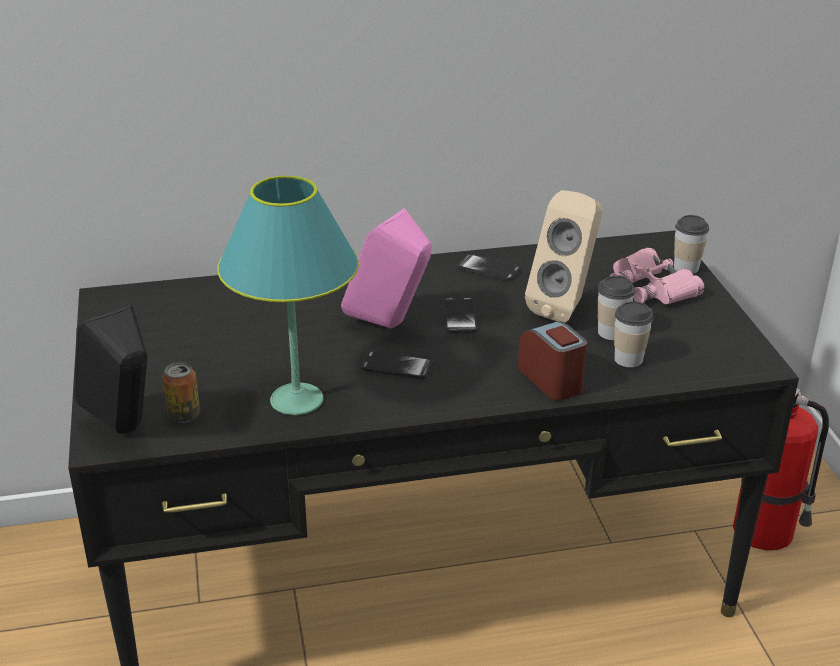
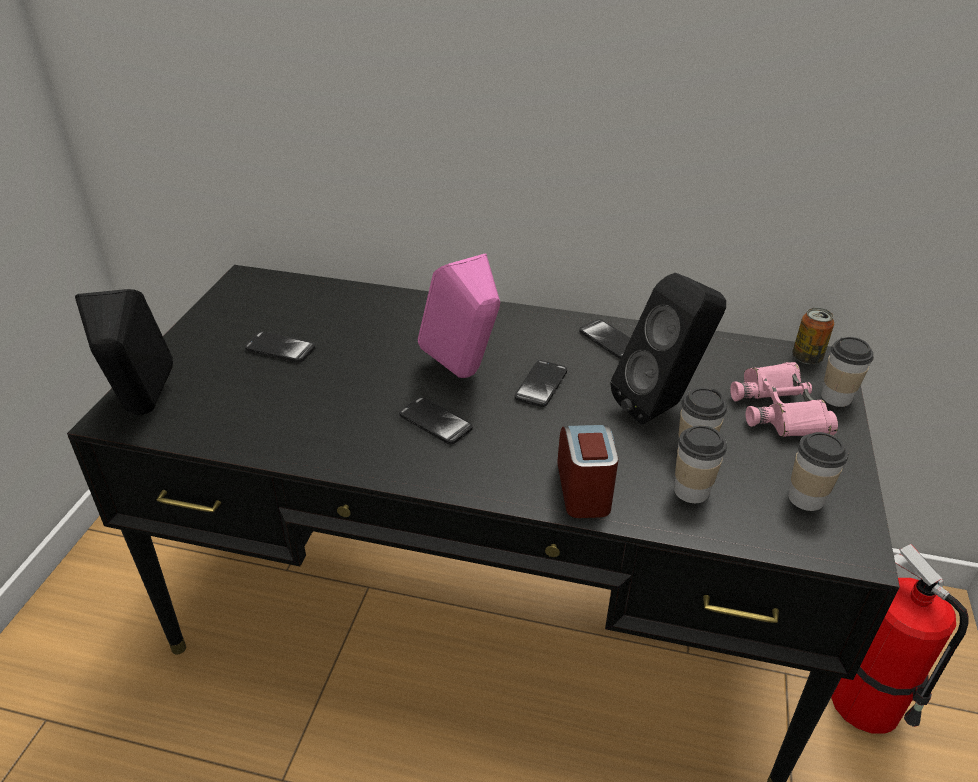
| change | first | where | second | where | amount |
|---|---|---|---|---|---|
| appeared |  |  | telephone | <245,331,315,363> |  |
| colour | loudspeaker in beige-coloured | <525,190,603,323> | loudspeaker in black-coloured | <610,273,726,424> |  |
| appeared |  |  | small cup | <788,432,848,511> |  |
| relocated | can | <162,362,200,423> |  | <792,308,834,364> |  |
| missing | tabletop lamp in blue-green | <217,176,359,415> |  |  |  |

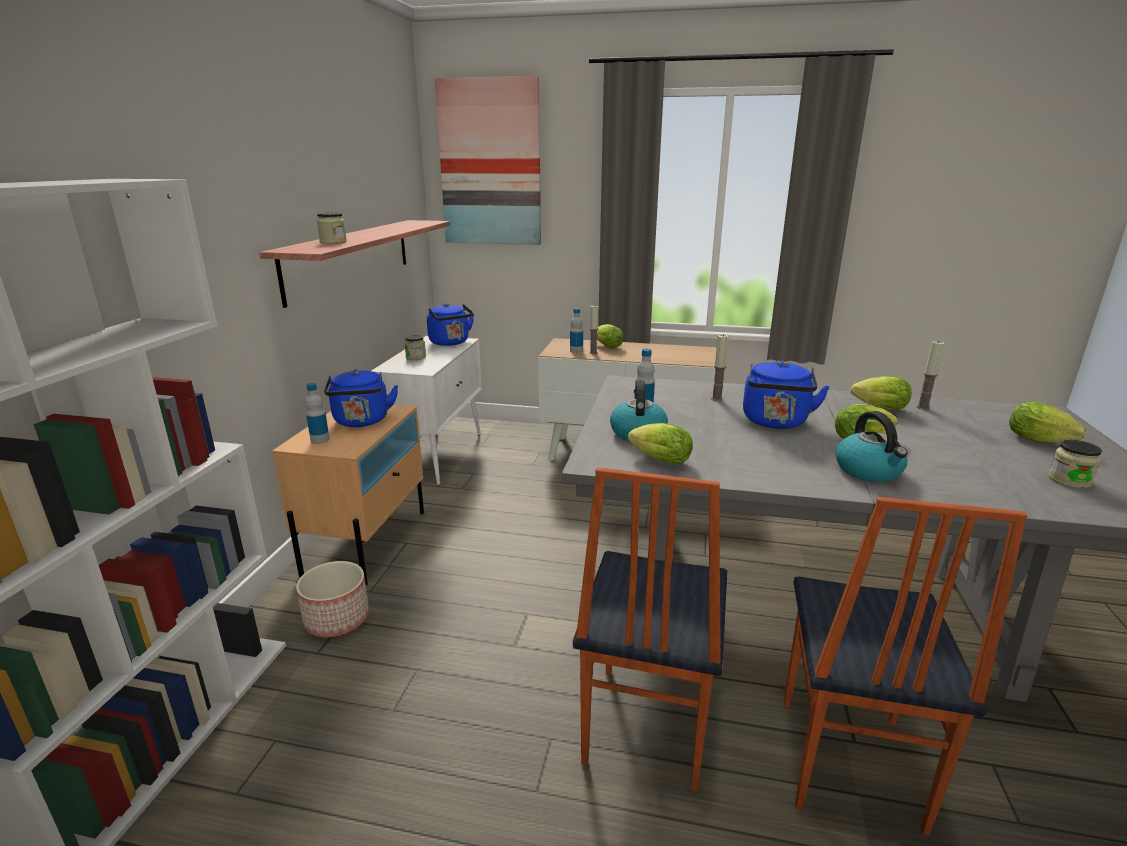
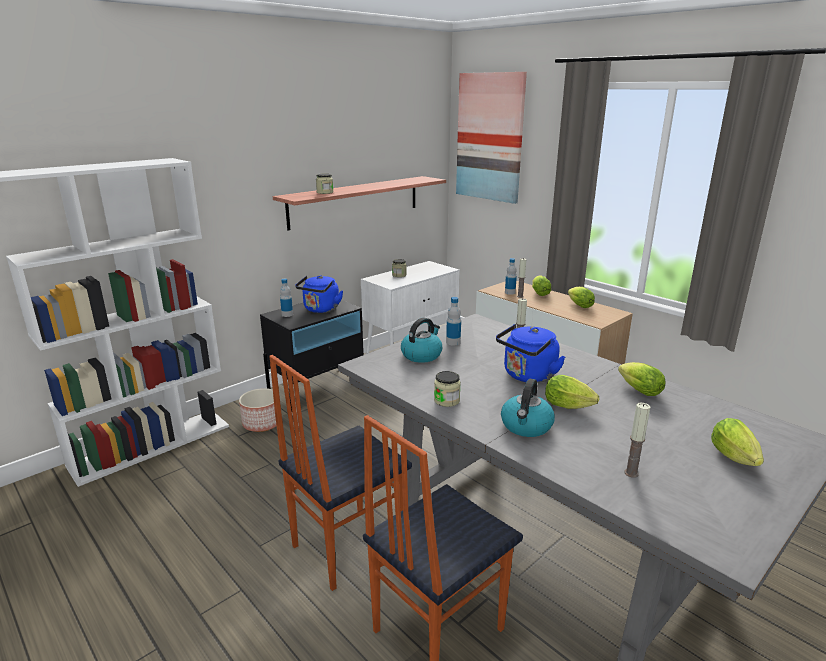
| change | first | where | second | where | amount |
|---|---|---|---|---|---|
| colour | nightstand in beige-coloured | <272,405,424,585> | nightstand in black-coloured | <260,300,364,410> |  |
| relocated | jar | <1048,440,1102,488> |  | <434,371,461,407> |  |
| relocated | head of lettuce | <628,423,693,465> |  | <568,287,595,308> |  |
| relocated | wax candle | <916,341,945,410> |  | <624,403,650,478> |  |
| missing | kettle in blue | <427,303,474,346> |  |  |  |

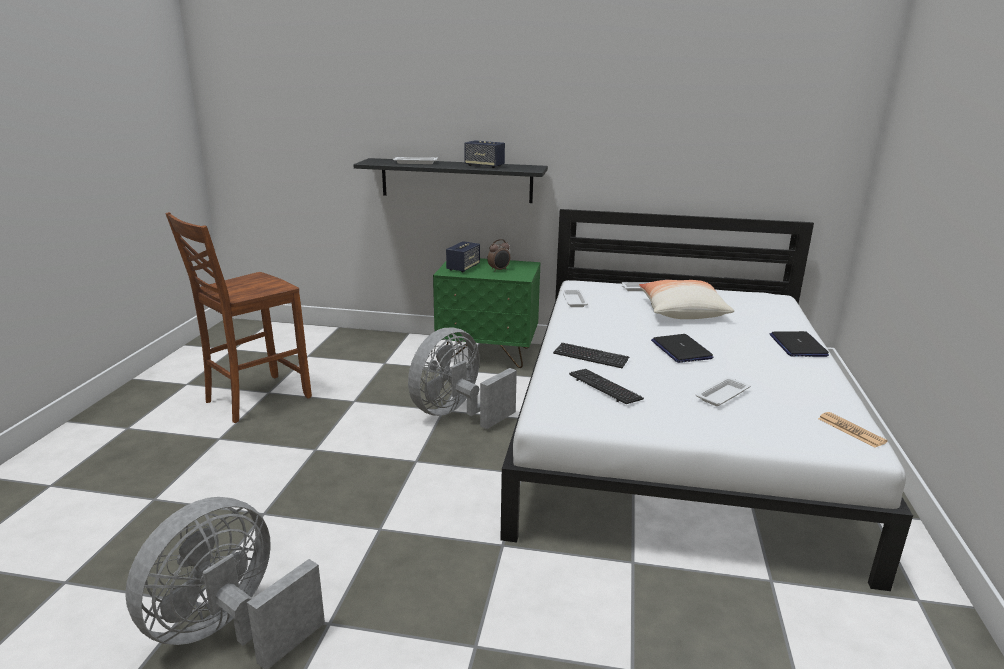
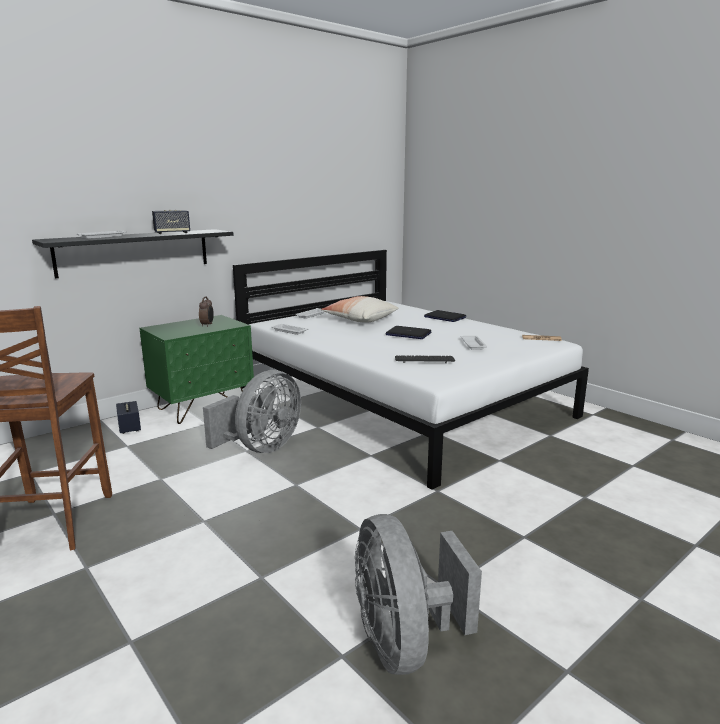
| change | first | where | second | where | amount |
|---|---|---|---|---|---|
| relocated | loudspeaker | <446,241,480,272> |  | <116,401,141,434> |  |
| spun | fan in greyish | <408,328,517,429> |  | <203,370,301,453> | 135 degrees counterclockwise |
| missing | computer keyboard | <553,343,629,368> |  |  |  |

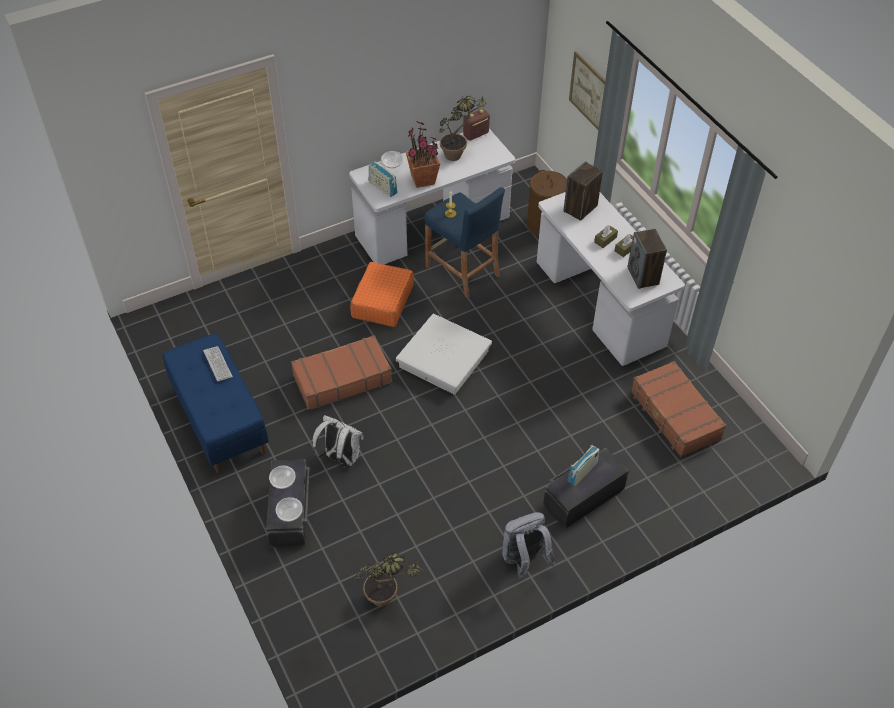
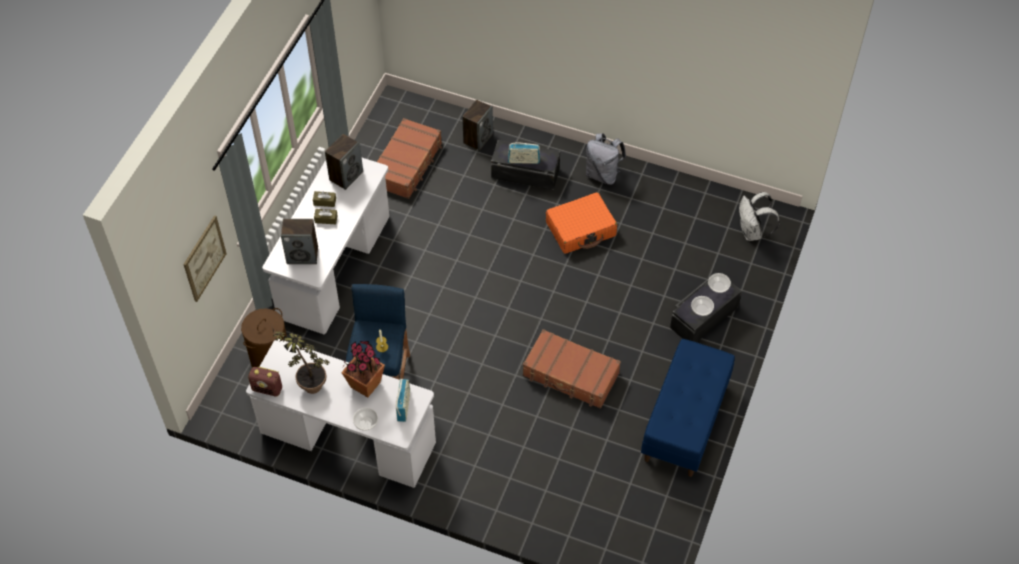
| change | first | where | second | where | amount |
|---|---|---|---|---|---|
| appeared |  |  | loudspeaker | <462,100,493,151> |  |
| relocated | suitcase in orange | <350,262,414,327> |  | <546,192,617,254> |  |
| relocated | rucksack in white | <313,415,364,468> |  | <739,192,780,241> |  |
| missing | computer keyboard | <203,346,233,382> |  |  |  |
| missing | houseplant | <355,551,423,606> |  |  |  |
| missing | storage bin in white | <396,313,492,395> |  |  |  |

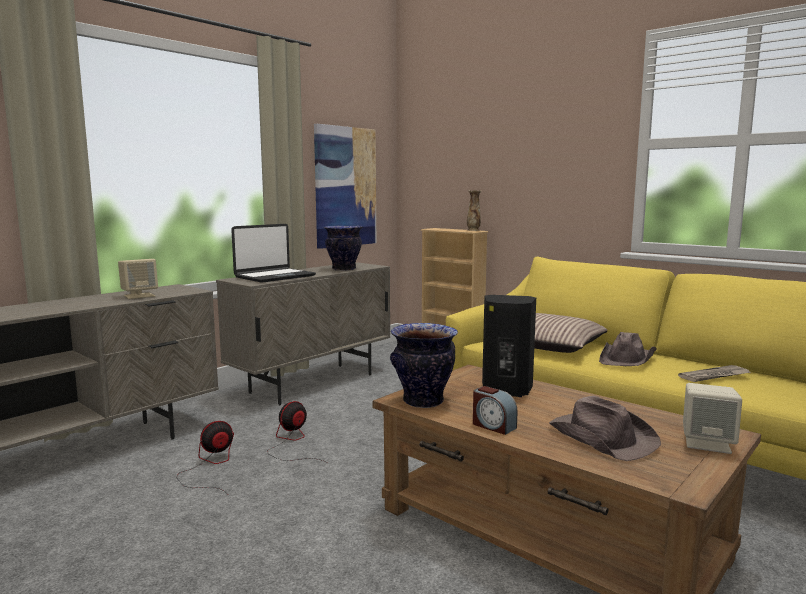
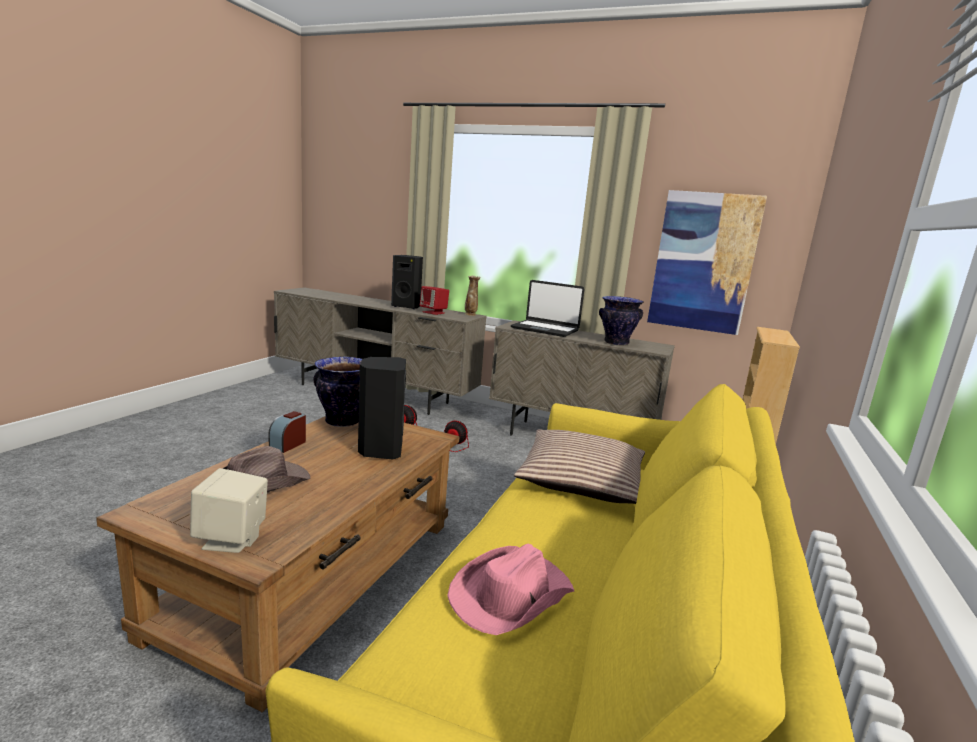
| change | first | where | second | where | amount |
|---|---|---|---|---|---|
| appeared |  |  | loudspeaker in black-coloured | <391,255,423,309> |  |
| colour | loudspeaker in beige-coloured | <118,259,158,299> | loudspeaker in red-coloured | <420,286,449,315> |  |
| exchanged | printed paper | <678,365,752,382> | clothing hat in pink | <447,544,574,635> |  |
| relocated | flower vase | <467,190,481,231> |  | <465,276,481,316> |  |
| missing | clothing hat in brown-coloured | <599,332,656,366> |  |  |  |

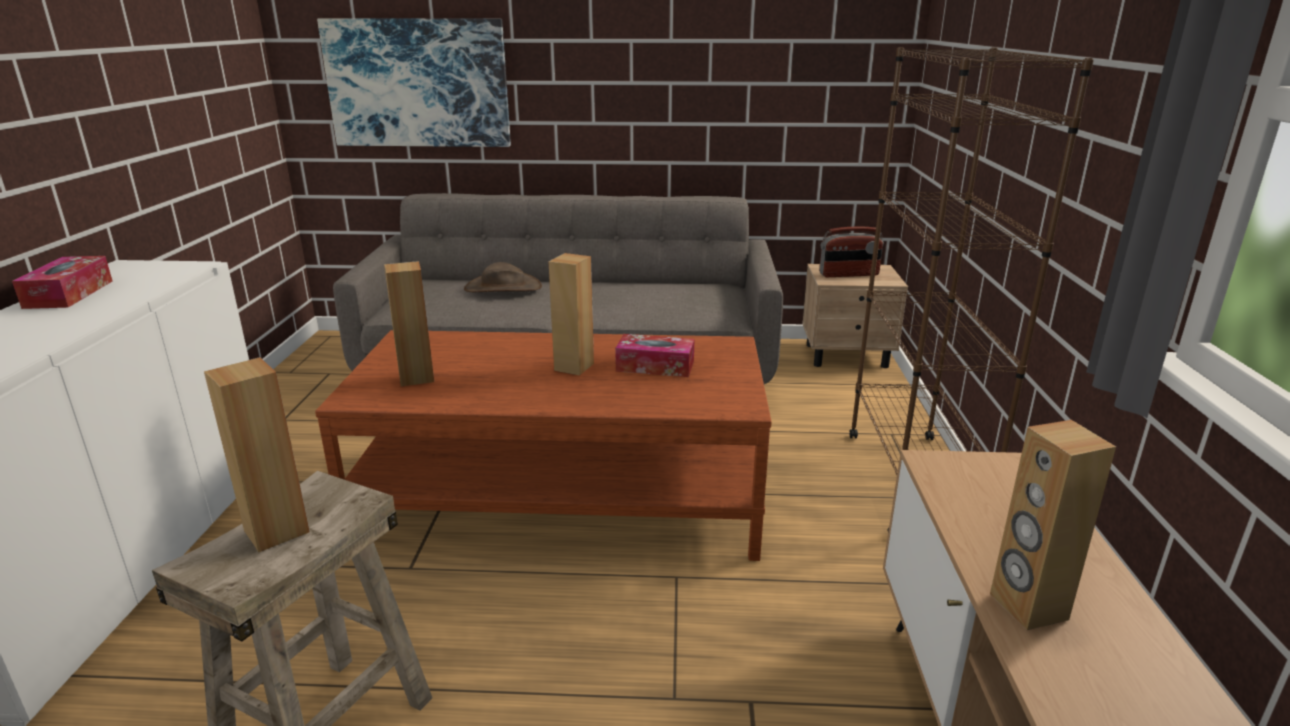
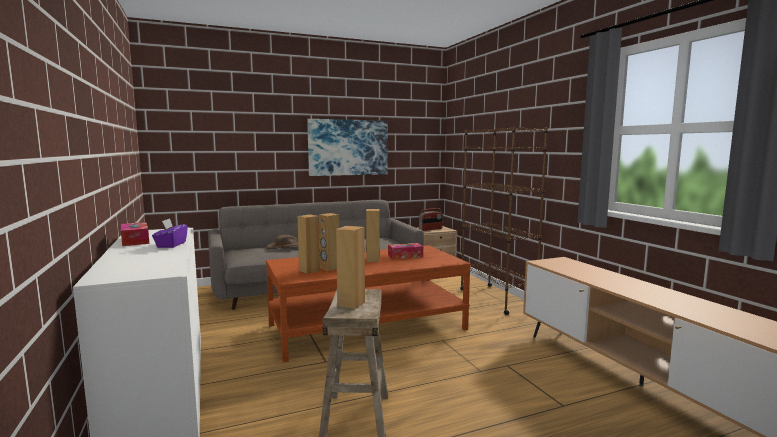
| change | first | where | second | where | amount |
|---|---|---|---|---|---|
| appeared |  |  | box of tissues in purplish | <152,218,188,248> |  |
| relocated | wall picture | <317,19,511,147> |  | <307,119,388,176> |  |
| relocated | loudspeaker in brown-coloured | <990,420,1116,630> |  | <319,213,339,271> |  |

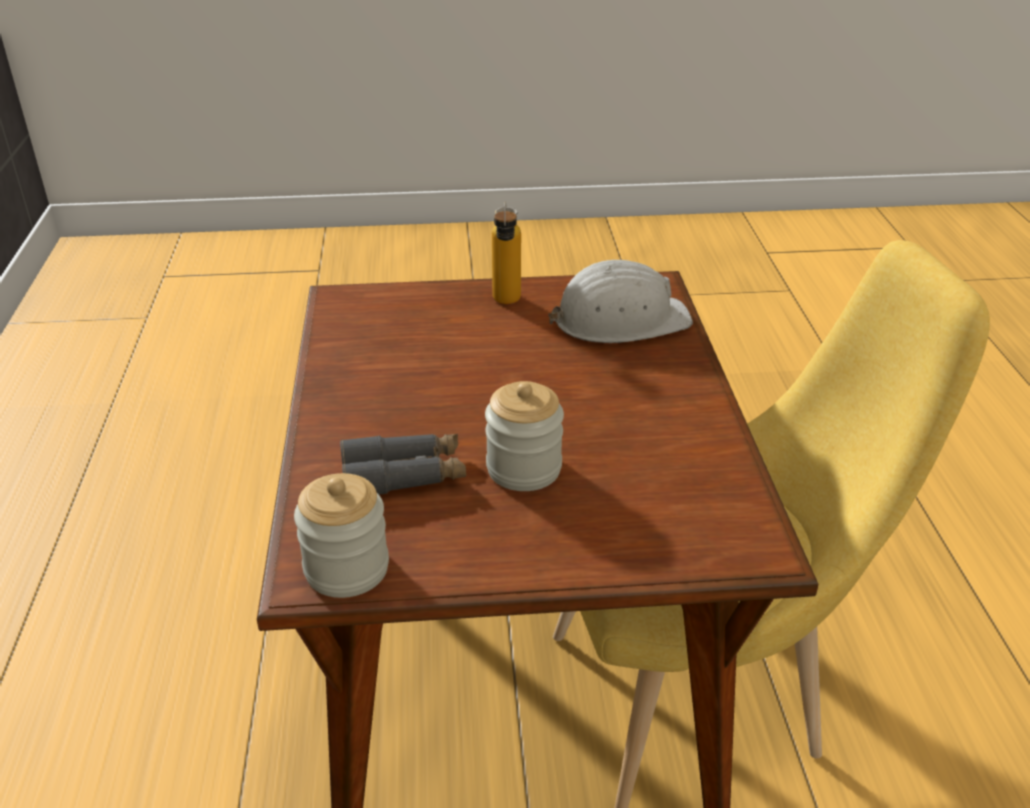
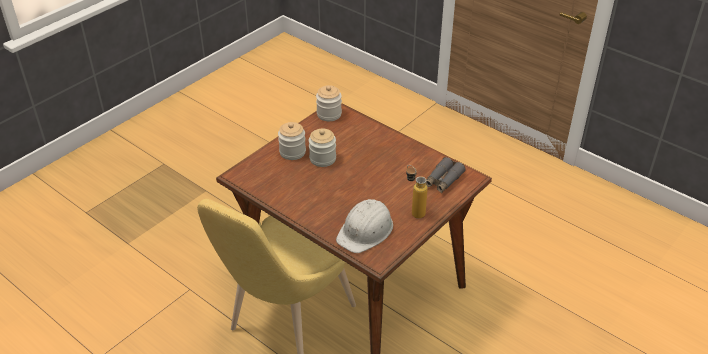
| change | first | where | second | where | amount |
|---|---|---|---|---|---|
| appeared |  |  | jar | <278,122,306,160> |  |
| relocated | pair of binoculars in greyish | <340,434,466,494> |  | <425,157,466,193> |  |

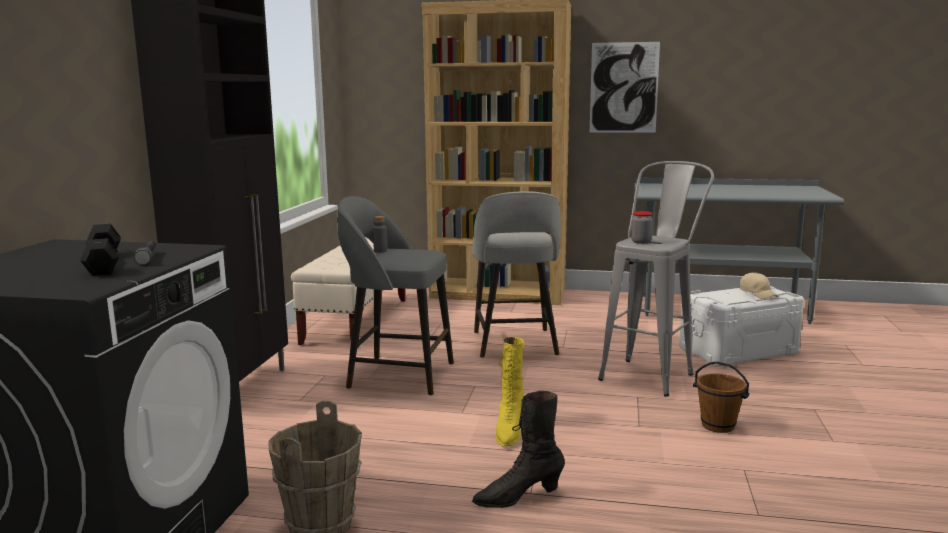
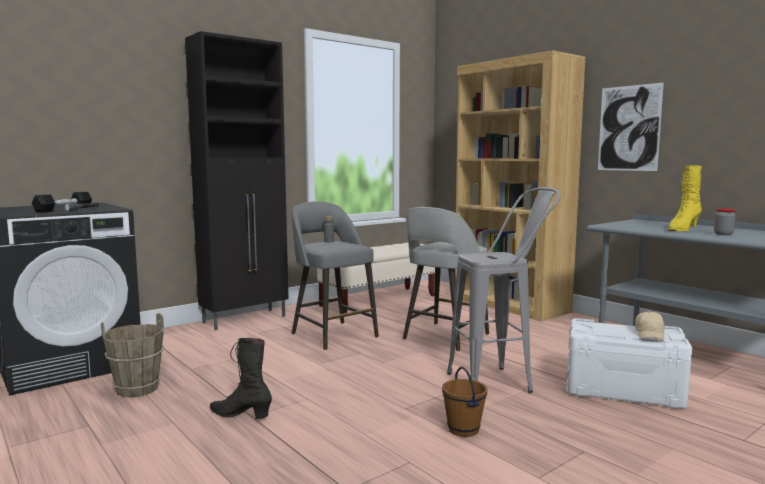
| change | first | where | second | where | amount |
|---|---|---|---|---|---|
| relocated | boot in yellowish | <495,337,524,446> |  | <668,165,702,231> |  |
| relocated | jar | <631,211,653,244> |  | <714,208,736,235> |  |

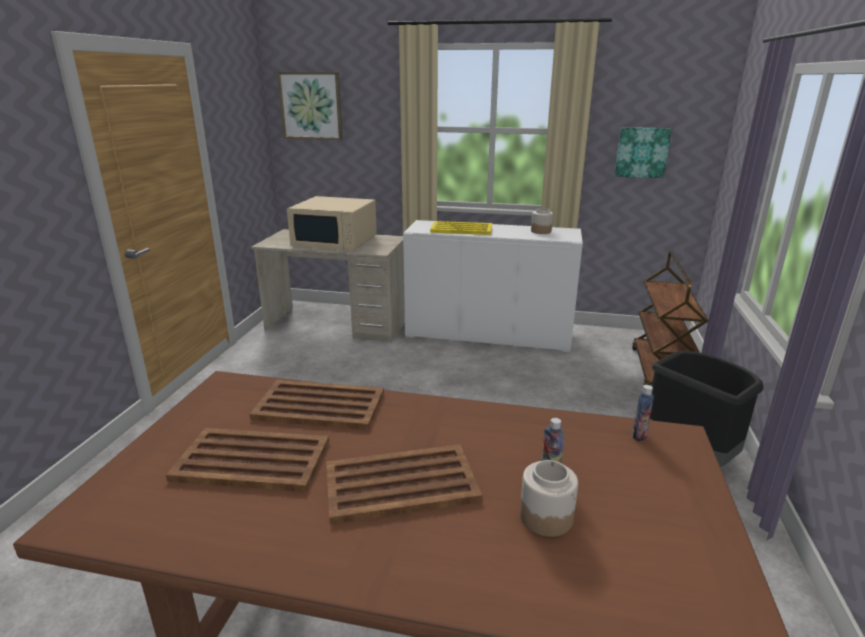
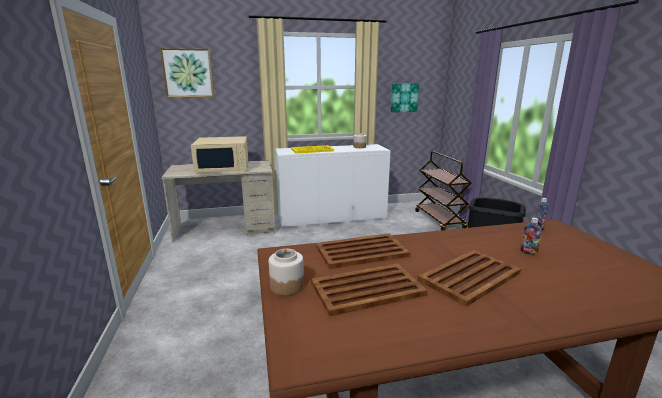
| change | first | where | second | where | amount |
|---|---|---|---|---|---|
| relocated | jar | <520,460,578,537> |  | <269,249,304,295> |  |

